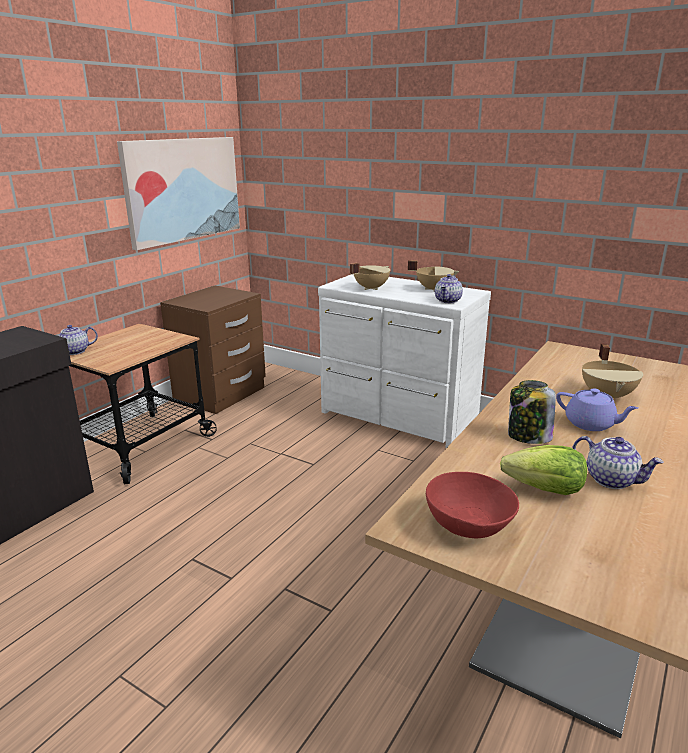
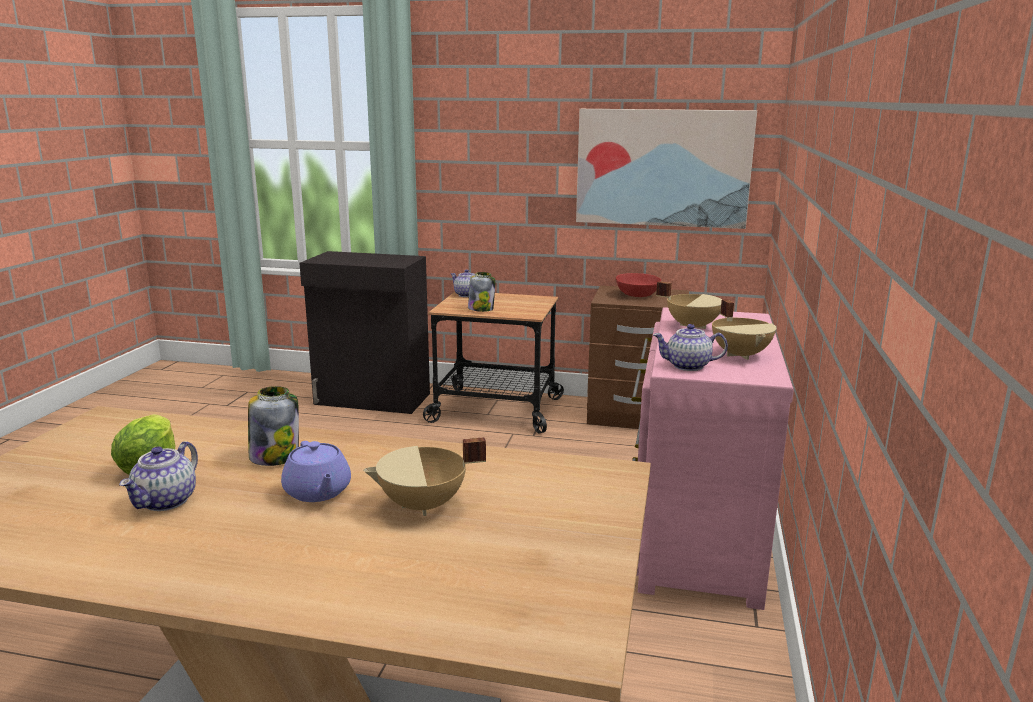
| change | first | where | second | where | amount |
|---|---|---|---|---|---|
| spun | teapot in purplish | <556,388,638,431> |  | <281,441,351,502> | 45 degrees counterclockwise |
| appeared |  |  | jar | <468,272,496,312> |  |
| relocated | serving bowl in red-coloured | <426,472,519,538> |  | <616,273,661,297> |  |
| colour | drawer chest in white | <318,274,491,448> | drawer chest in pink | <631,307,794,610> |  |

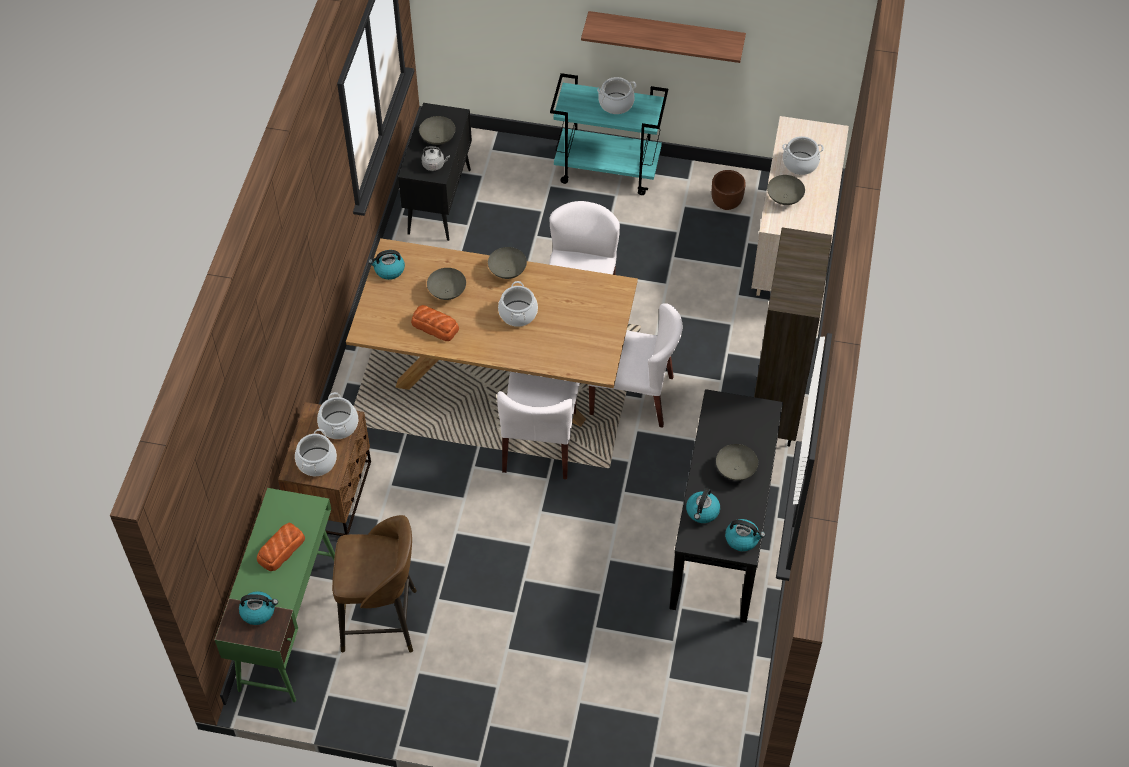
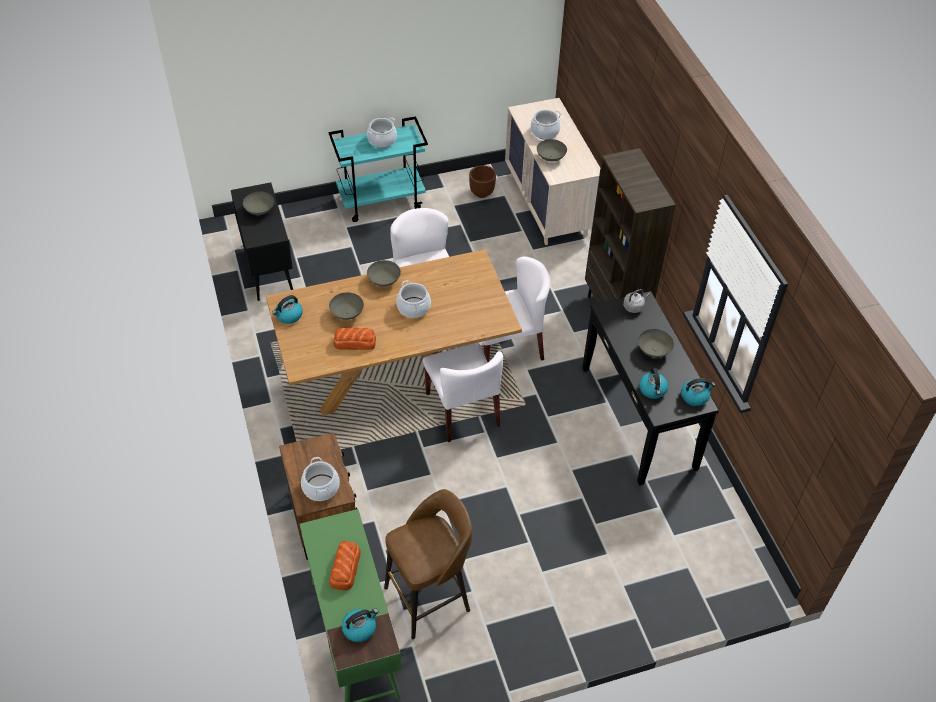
| change | first | where | second | where | amount |
|---|---|---|---|---|---|
| relocated | kettle in greyish | <421,146,450,171> |  | <623,289,650,313> |  |
| missing | saucepot | <317,392,358,439> |  |  |  |
| missing | wall shelf | <581,11,746,63> |  |  |  |

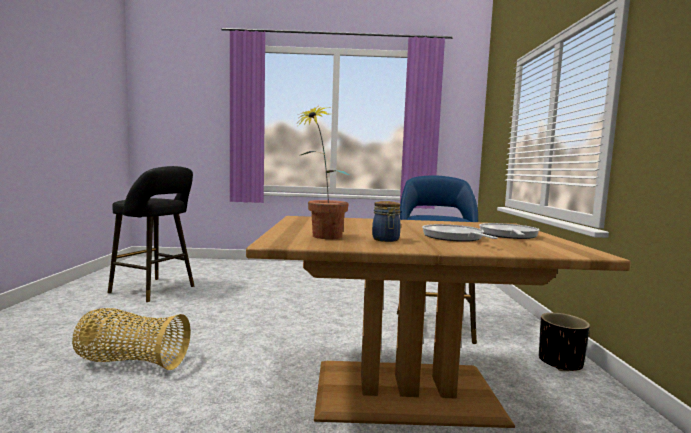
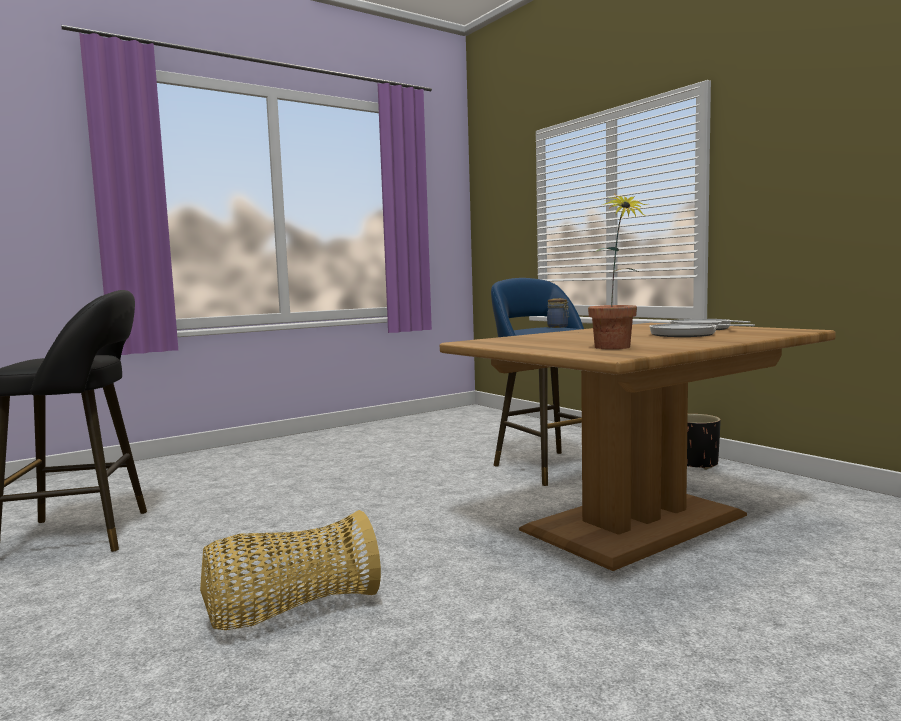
| change | first | where | second | where | amount |
|---|---|---|---|---|---|
| relocated | jar | <372,201,401,242> |  | <547,298,569,328> |  |

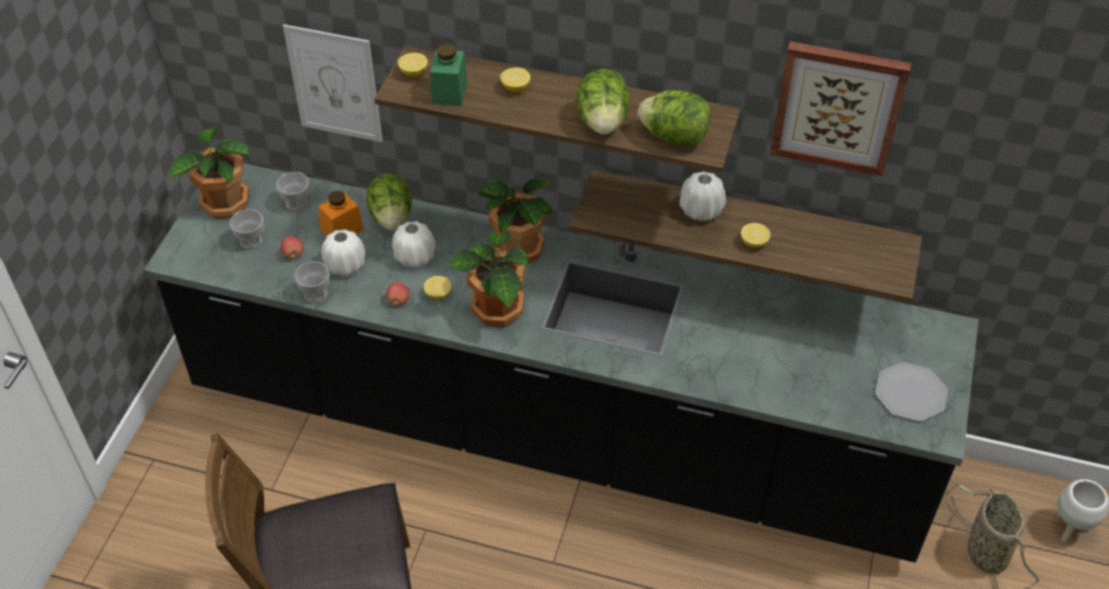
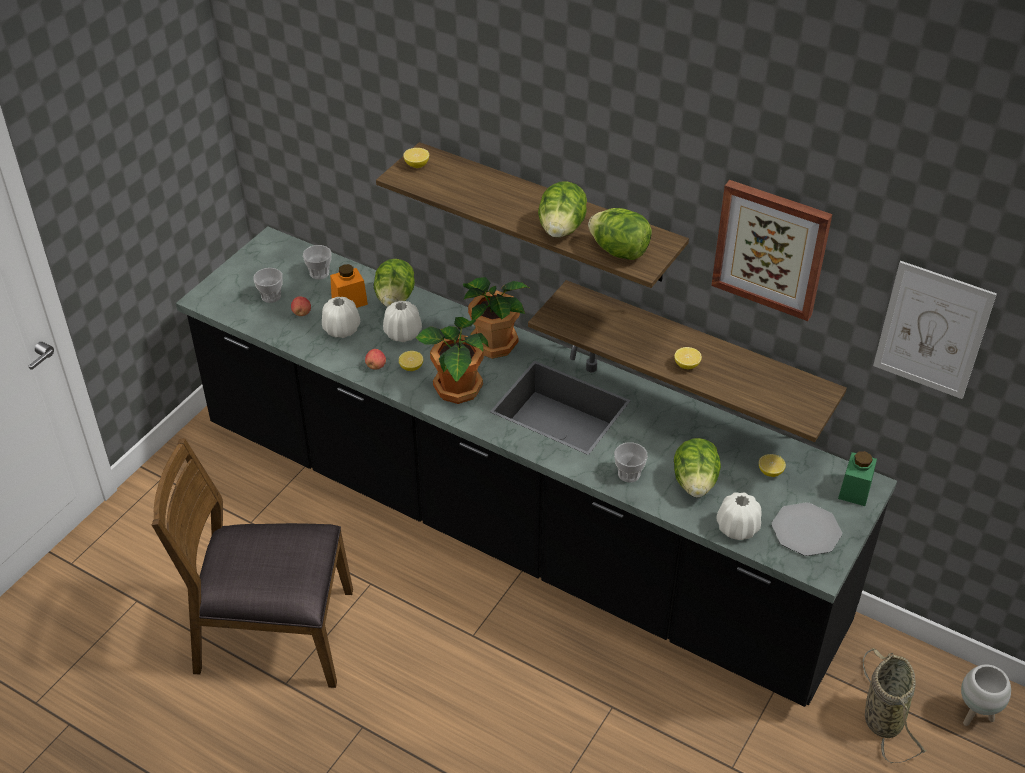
| change | first | where | second | where | amount |
|---|---|---|---|---|---|
| relocated | small cup | <294,261,329,303> |  | <614,442,648,482> |  |
| appeared |  |  | head of lettuce | <674,438,721,497> |  |
| relocated | flower vase in white | <680,171,726,221> |  | <716,492,761,540> |  |
| relocated | citrus fruit | <500,68,530,92> |  | <759,454,786,477> |  |
| relocated | jar in green | <430,44,467,106> |  | <838,451,877,506> |  |
| relocated | wall picture | <283,24,383,142> |  | <873,261,997,399> |  |
| missing | houseplant | <169,127,249,219> |  |  |  |

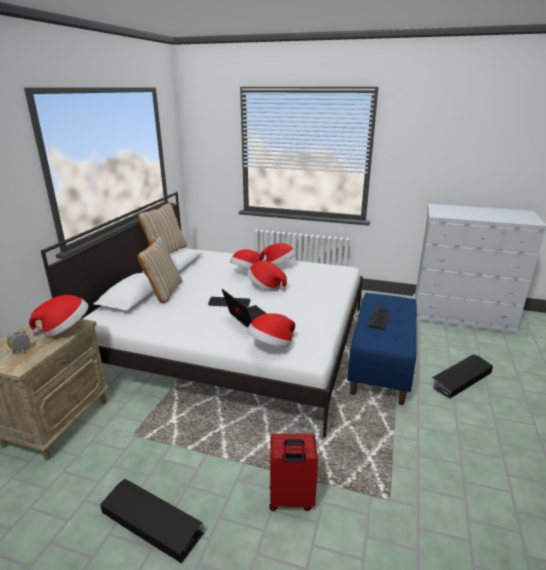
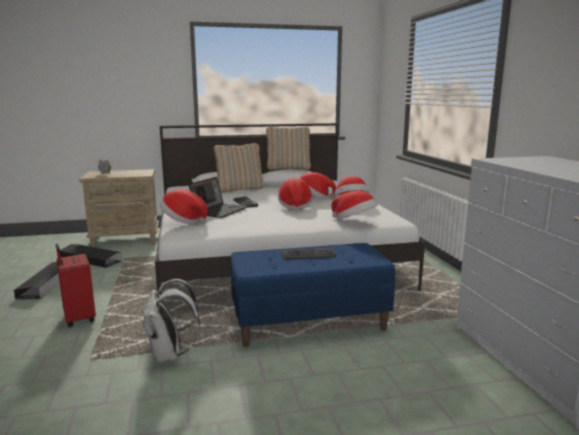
| change | first | where | second | where | amount |
|---|---|---|---|---|---|
| relocated | storage bin in black-coloured | <432,354,493,399> |  | <60,244,122,268> |  |
| appeared |  |  | rucksack in white | <142,279,200,363> |  |
| relocated | clothing hat | <29,295,88,337> |  | <331,191,378,221> |  |

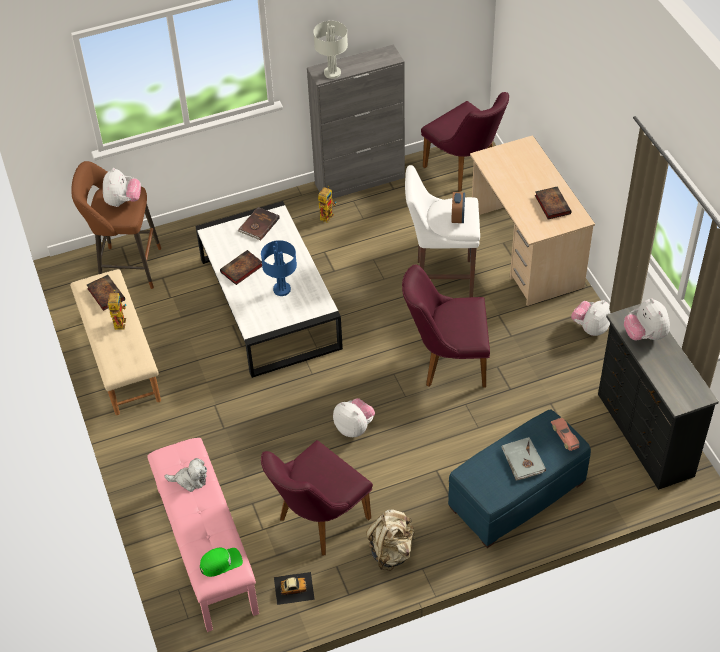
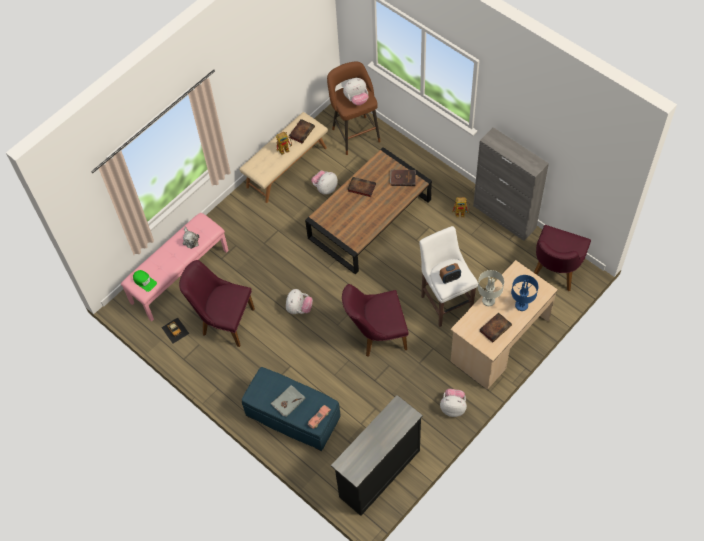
| change | first | where | second | where | amount |
|---|---|---|---|---|---|
| colour | low table in white | <195,201,343,378> | low table in brown-coloured | <305,147,432,275> |  |
| relocated | plush toy | <624,299,670,340> |  | <311,171,338,195> |  |
| spun | upright chair in purplish | <402,264,490,388> |  | <342,284,409,357> | 75 degrees counterclockwise |
| relocated | tabletop lamp in greyish | <313,21,348,79> |  | <478,270,504,306> |  |
| relocated | tabletop lamp in blue | <261,240,297,296> |  | <511,275,539,311> |  |
| missing | rucksack in beige-coloured | <366,509,415,571> |  |  |  |

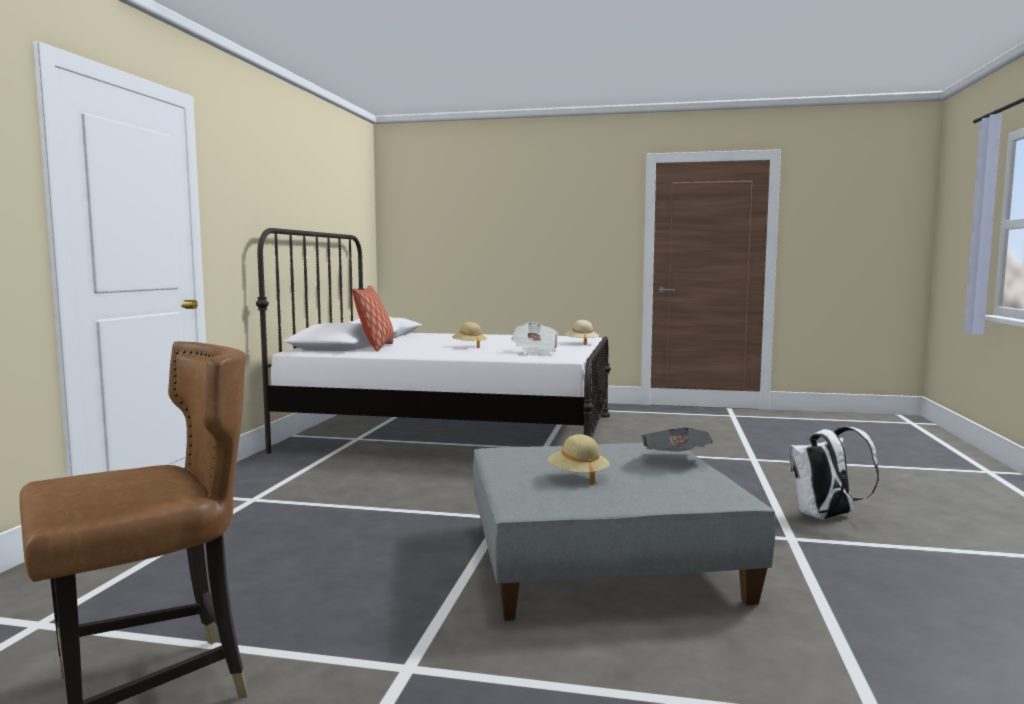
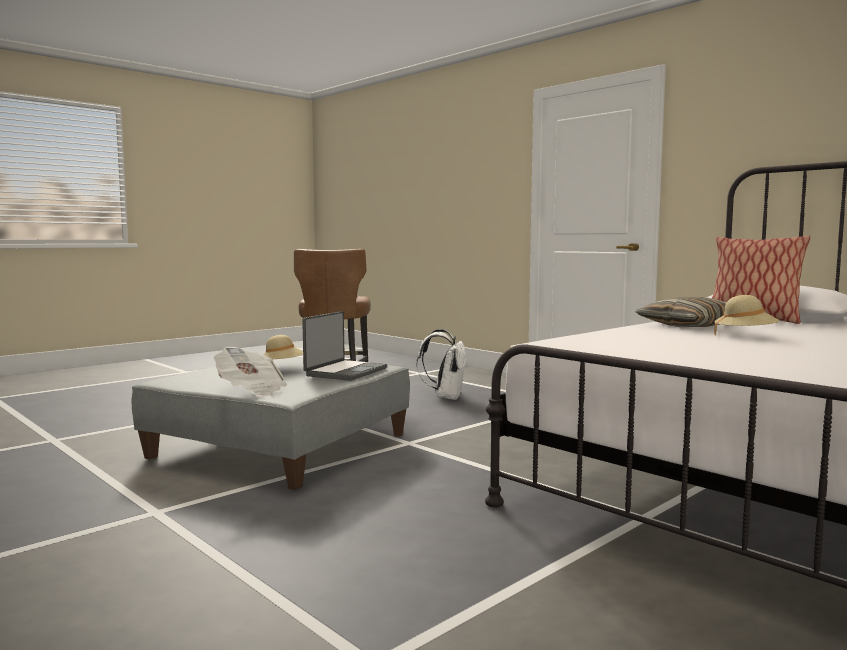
| change | first | where | second | where | amount |
|---|---|---|---|---|---|
| appeared |  |  | laptop | <302,311,387,381> |  |
| relocated | rucksack in white | <788,427,879,520> |  | <416,329,468,400> |  |
| appeared |  |  | cushion | <635,297,727,327> |  |
| missing | printed paper | <511,322,559,356> |  |  |  |
| missing | clothing hat in beige-coloured | <565,320,599,345> |  |  |  |

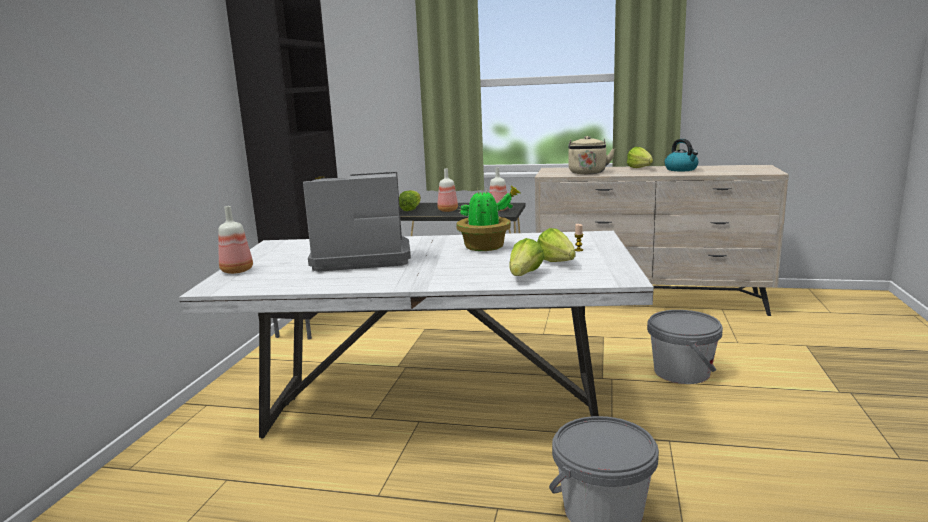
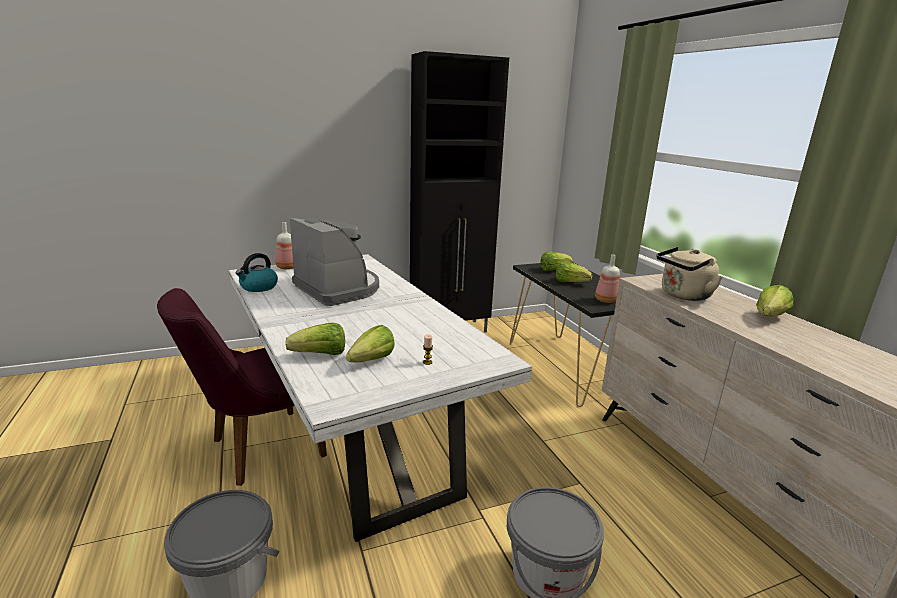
| change | first | where | second | where | amount |
|---|---|---|---|---|---|
| appeared |  |  | upright chair in purplish | <157,288,327,486> |  |
| relocated | kettle | <665,139,698,171> |  | <236,253,278,292> |  |
| exchanged | bottle | <437,168,458,212> | head of lettuce | <555,261,592,282> |  |
| missing | houseplant | <456,185,520,251> |  |  |  |

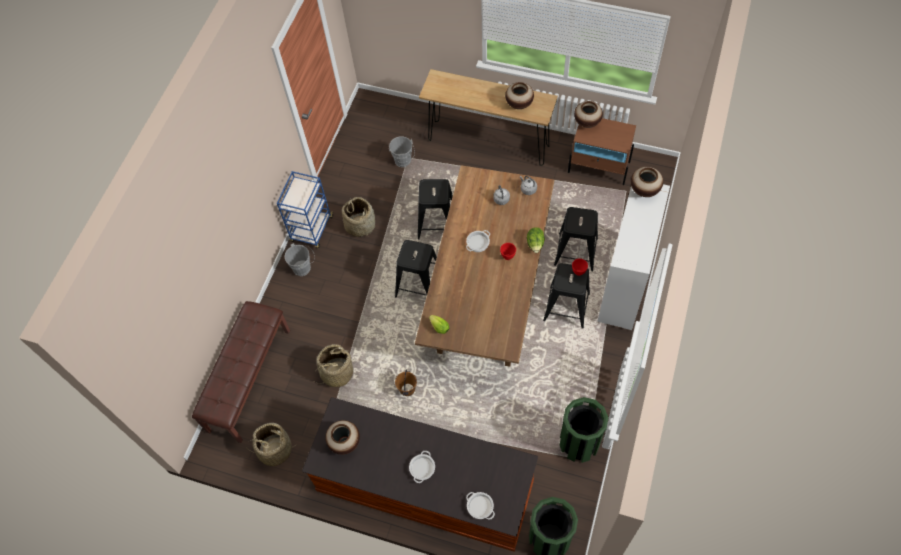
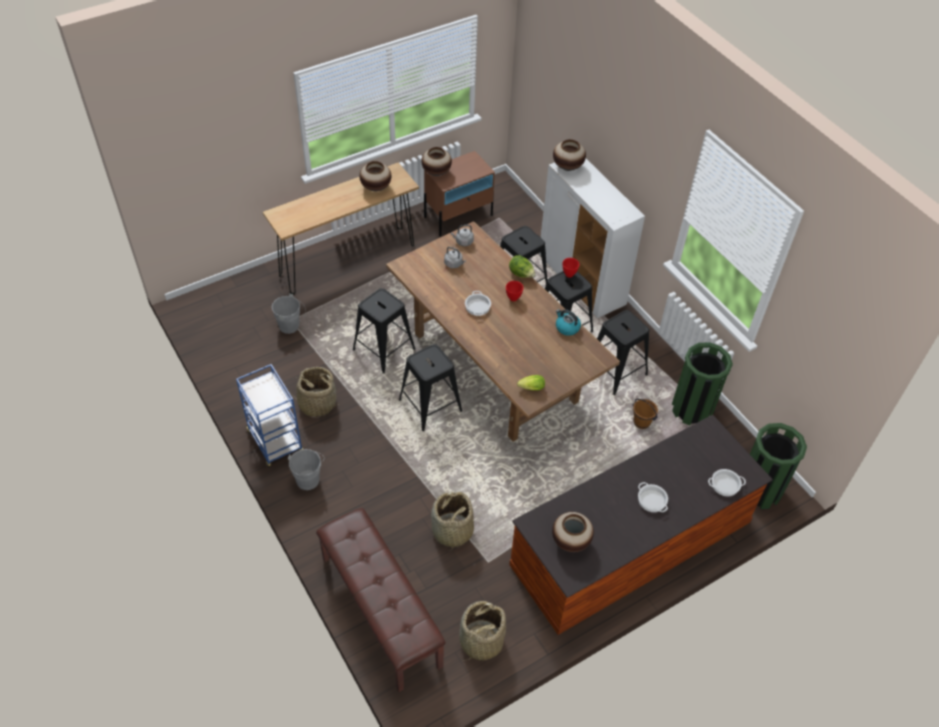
| change | first | where | second | where | amount |
|---|---|---|---|---|---|
| appeared |  |  | kettle | <556,309,581,336> |  |
| appeared |  |  | stool in black-coloured | <597,310,650,395> |  |
| relocated | water bucket in brown-coloured | <395,369,417,396> |  | <632,399,658,429> |  |

